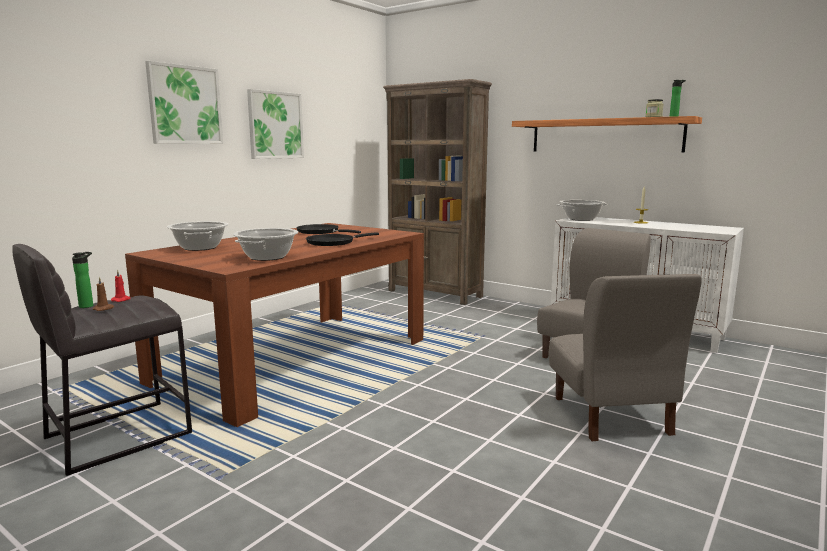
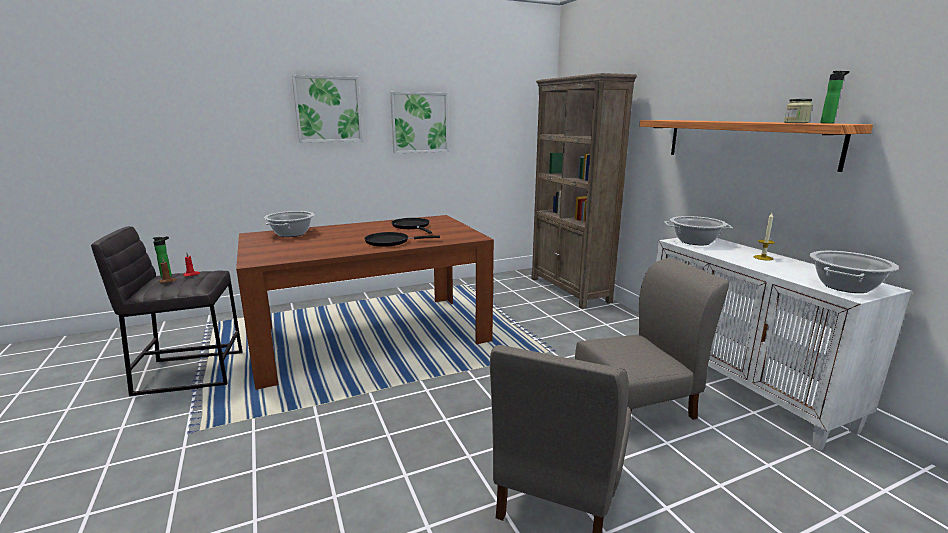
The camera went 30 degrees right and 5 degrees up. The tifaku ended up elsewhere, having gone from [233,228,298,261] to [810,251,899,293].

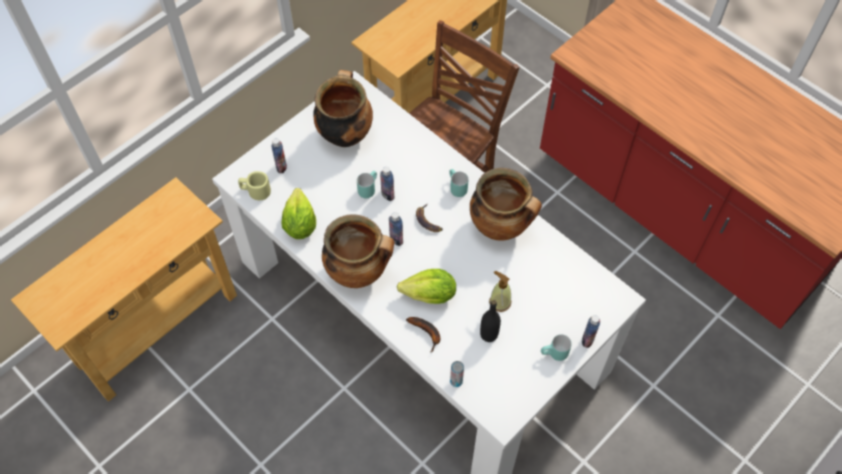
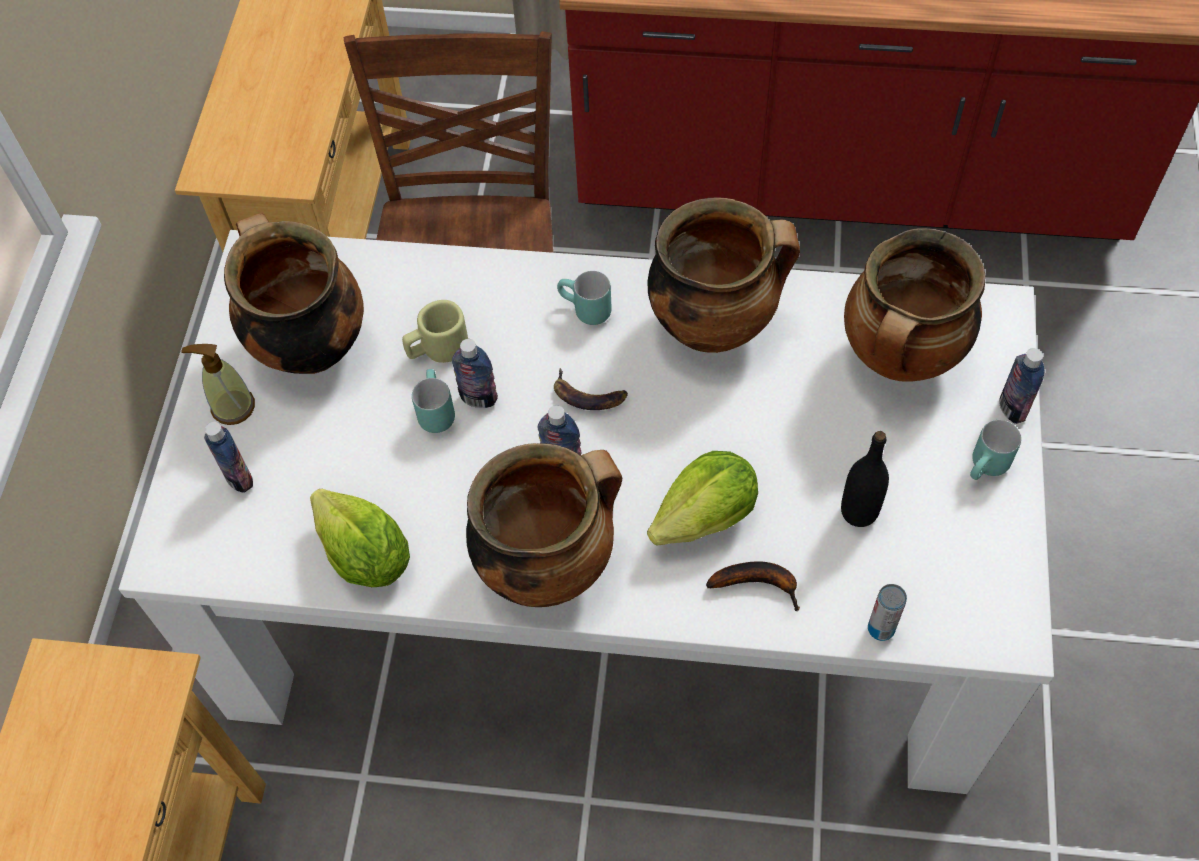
The camera went 35 degrees left and 0 degrees up. The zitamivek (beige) ended up elsewhere, having gone from [238,171,271,200] to [402,300,468,363]. The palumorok ended up elsewhere, having gone from [489,271,511,312] to [181,344,255,425]. The second view gained the tifaku at [844,228,985,382].

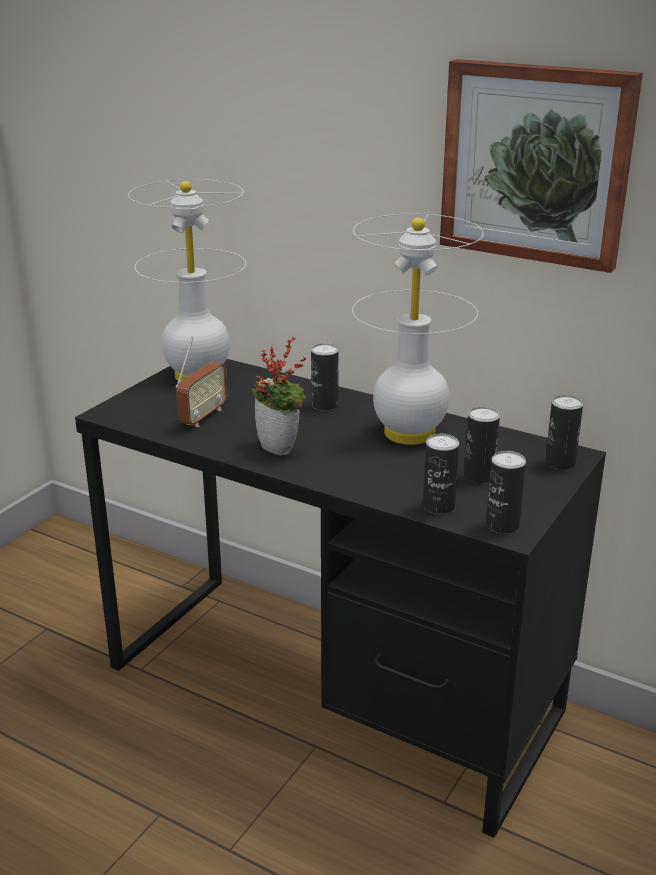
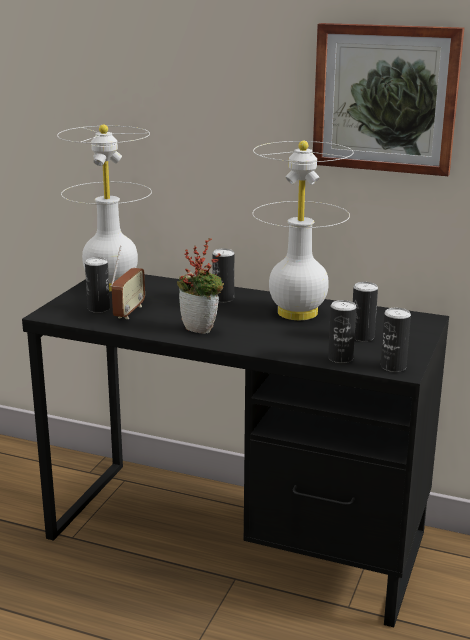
The camera went 10 degrees left and 5 degrees down. The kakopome ended up elsewhere, having gone from [545,395,583,470] to [85,257,110,313].

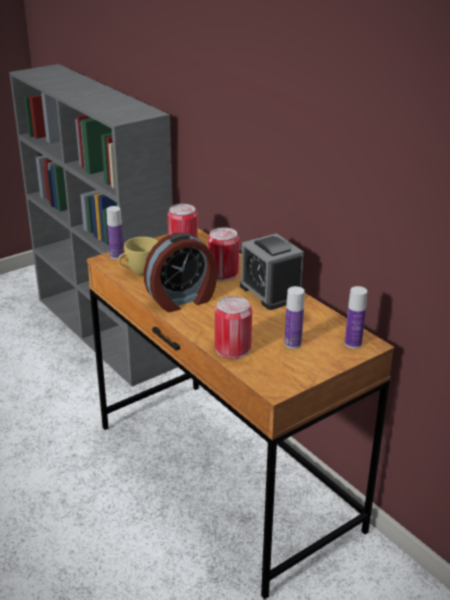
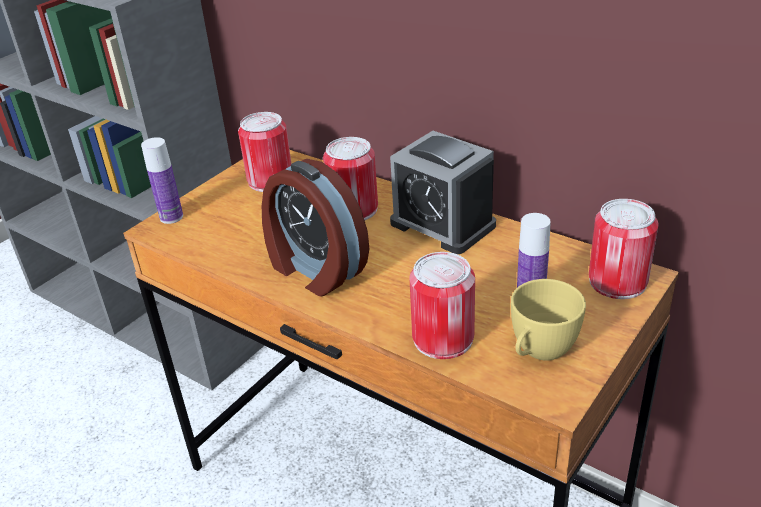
The camera went 15 degrees left and 5 degrees up. The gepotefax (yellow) ended up elsewhere, having gone from [118,237,158,275] to [511,279,586,361]. The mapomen at [144,233,217,312] ended up facing another way, 90 degrees clockwise from before. Where the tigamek stood at [345,286,367,349], the kakopome came to stand at [589,199,659,299].

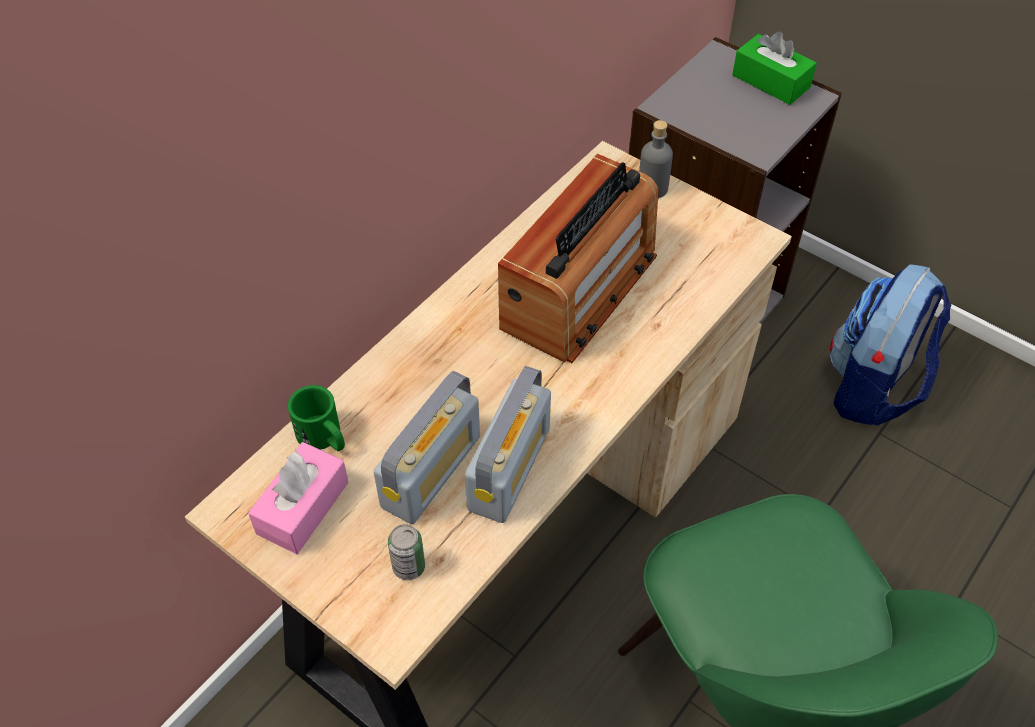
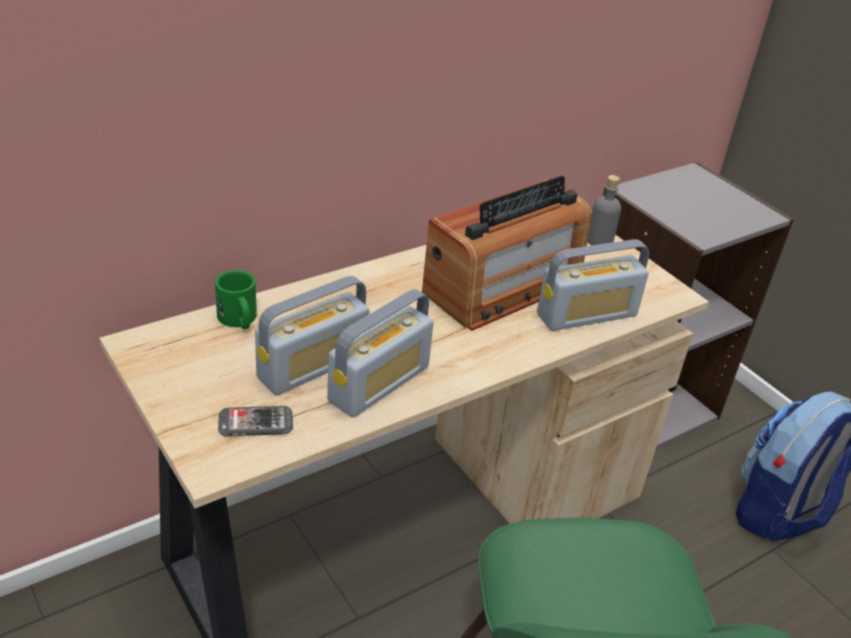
The camera went 15 degrees right and 15 degrees down. The second view lost the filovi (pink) at [248,442,349,554]. Where the kakopome stood at [388,524,425,580], the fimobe came to stand at [218,406,293,437]. The second view lost the filovi (green) at [732,31,817,105]. The second view gained the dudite at [537,240,650,331].

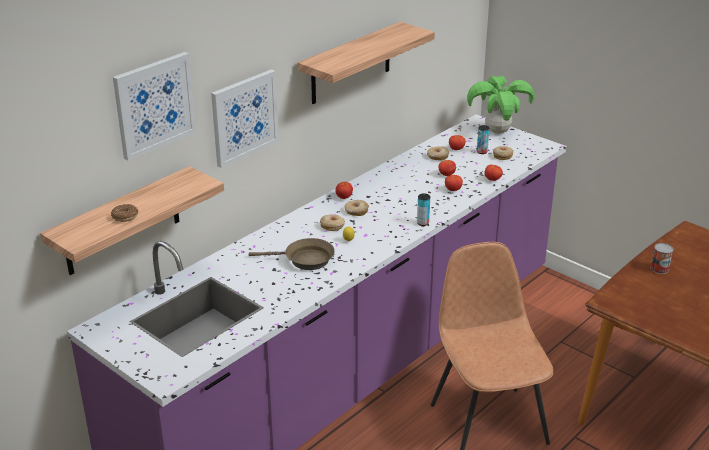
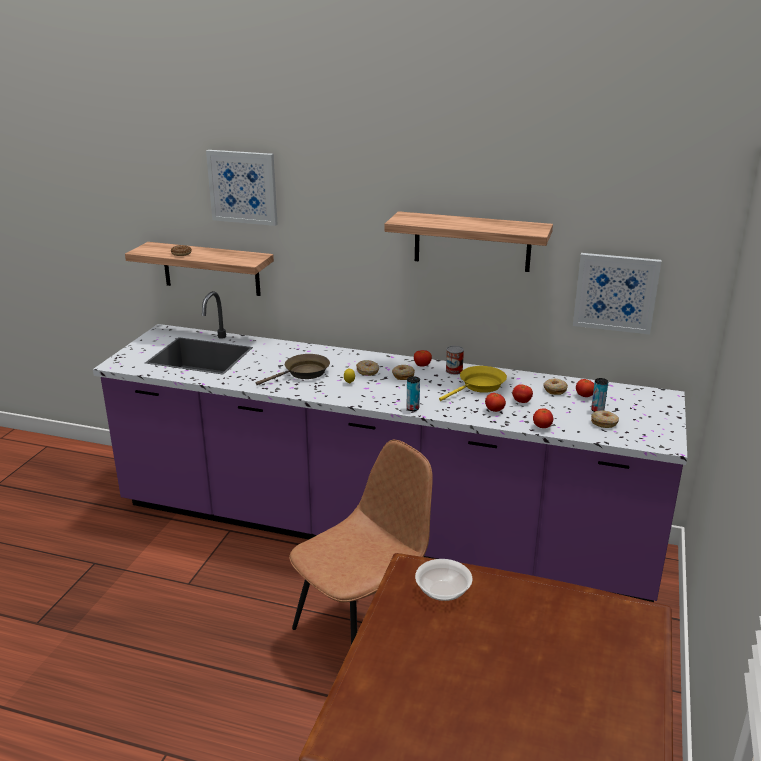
The camera went 65 degrees right and 5 degrees down. The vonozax ended up elsewhere, having gone from [211,69,279,168] to [573,253,661,335]. The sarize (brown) at [249,238,335,270] ended up facing another way, 105 degrees counterclockwise from before. The second view lost the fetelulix at [467,76,535,134]. The kakopome ended up elsewhere, having gone from [651,243,673,274] to [446,346,464,375]. The second view gained the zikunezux at [415,559,473,601]. The second view gained the sarize (yellow) at [439,366,507,401].

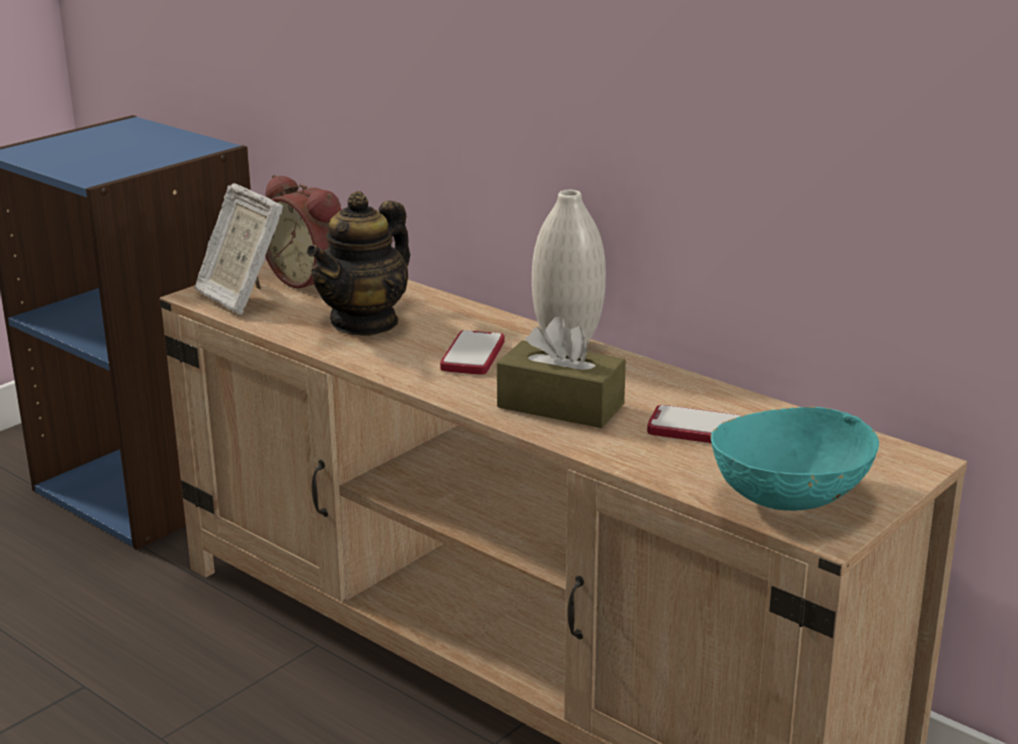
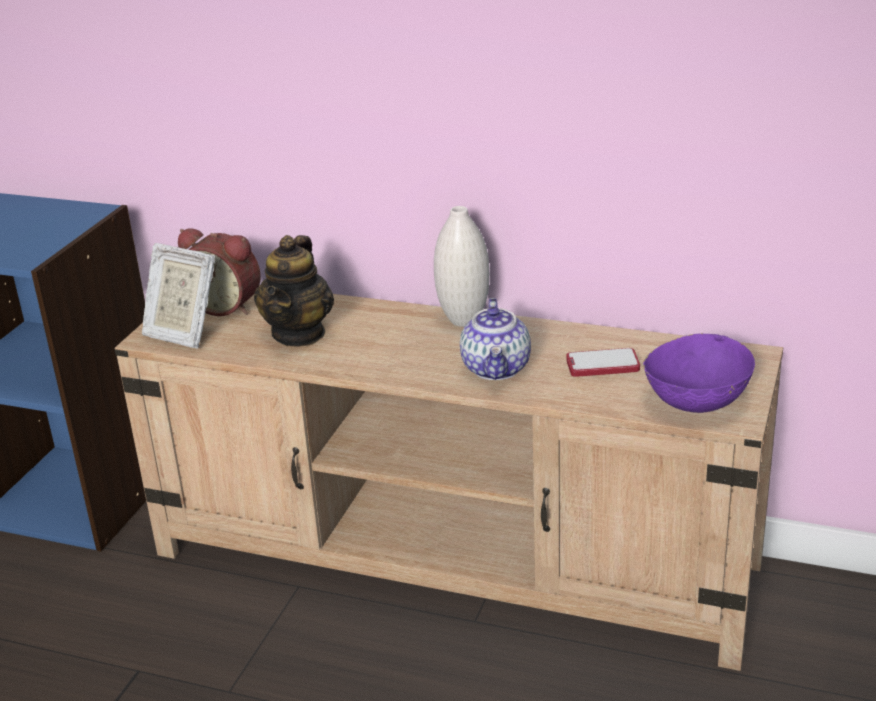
The camera went 20 degrees left and 5 degrees up. The second view lost the fimobe at [440,330,504,375]. Where the filovi (brown) stood at [497,317,626,428], the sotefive came to stand at [460,298,531,380]. What was the zikunezux (turquoise) at [710,407,879,511] turned into the zikunezux (purple) at [643,333,755,413].

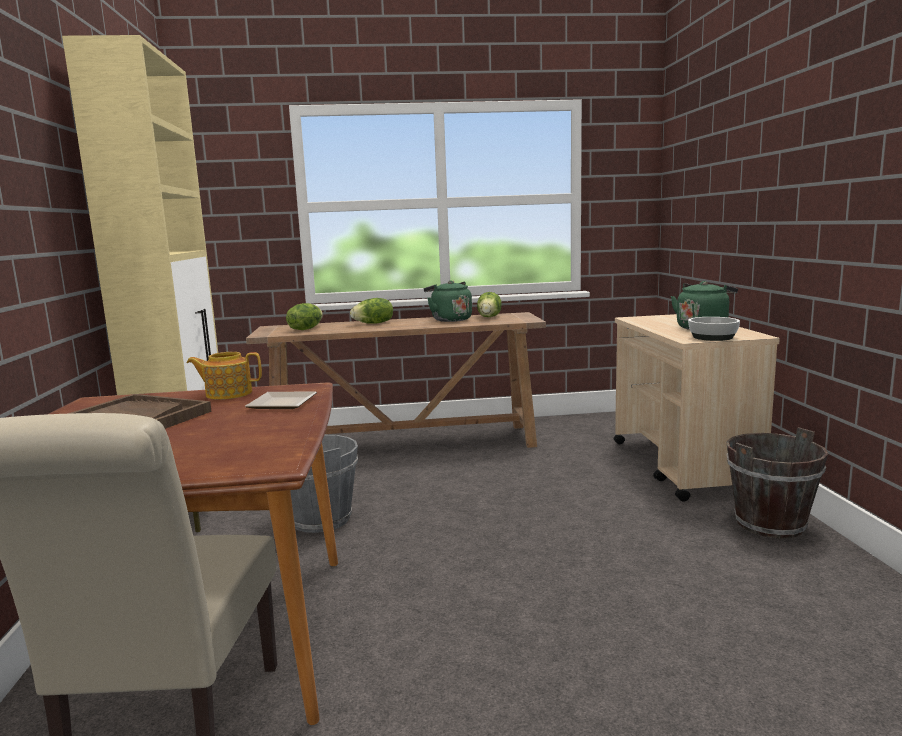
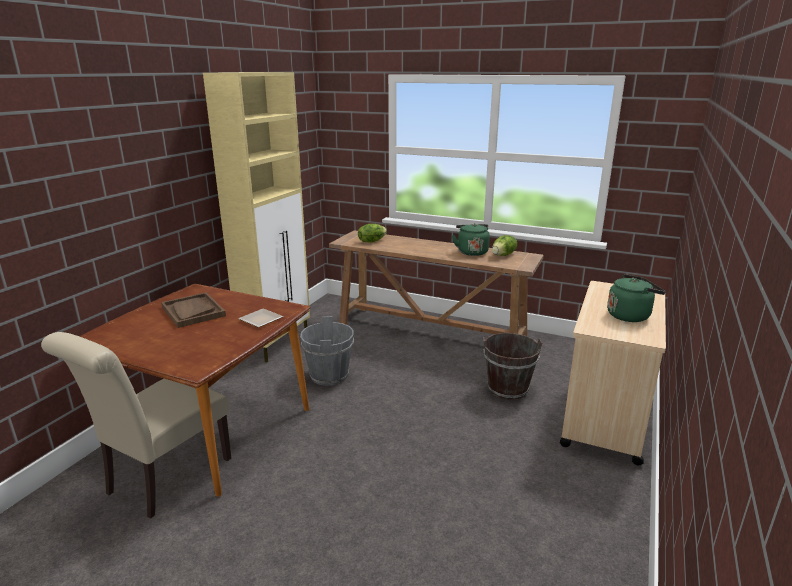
The camera went 30 degrees right and 10 degrees up. The second view lost the sotefive at [187,352,262,400]. The second view lost the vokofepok at [350,298,393,324]. The second view lost the zikunezux at [688,317,740,341]. The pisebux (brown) ended up elsewhere, having gone from [726,427,828,539] to [483,333,542,400].

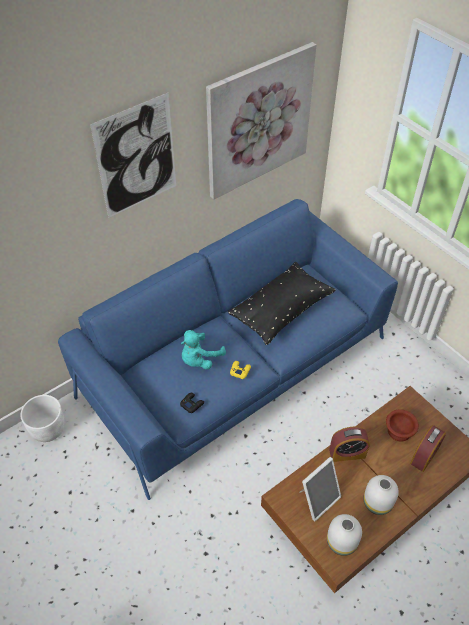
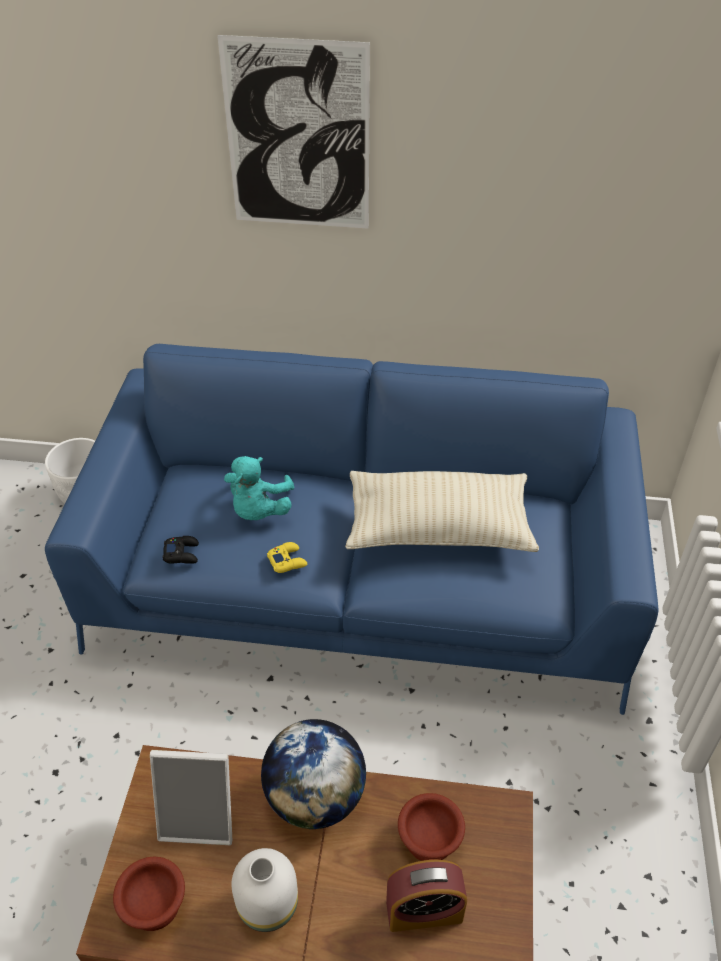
The camera went 45 degrees right and 5 degrees down. The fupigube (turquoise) at [181,330,226,369] ended up facing another way, 75 degrees counterclockwise from before. The second view lost the vonozax at [206,42,317,199]. What was the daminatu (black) at [227,262,335,345] turned into the daminatu (beige) at [345,471,539,552]. Where the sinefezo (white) stood at [327,514,362,556], the zikunezux (brown) came to stand at [113,857,185,931]. Where the mapomen stood at [329,427,370,462], the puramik came to stand at [261,719,366,829].

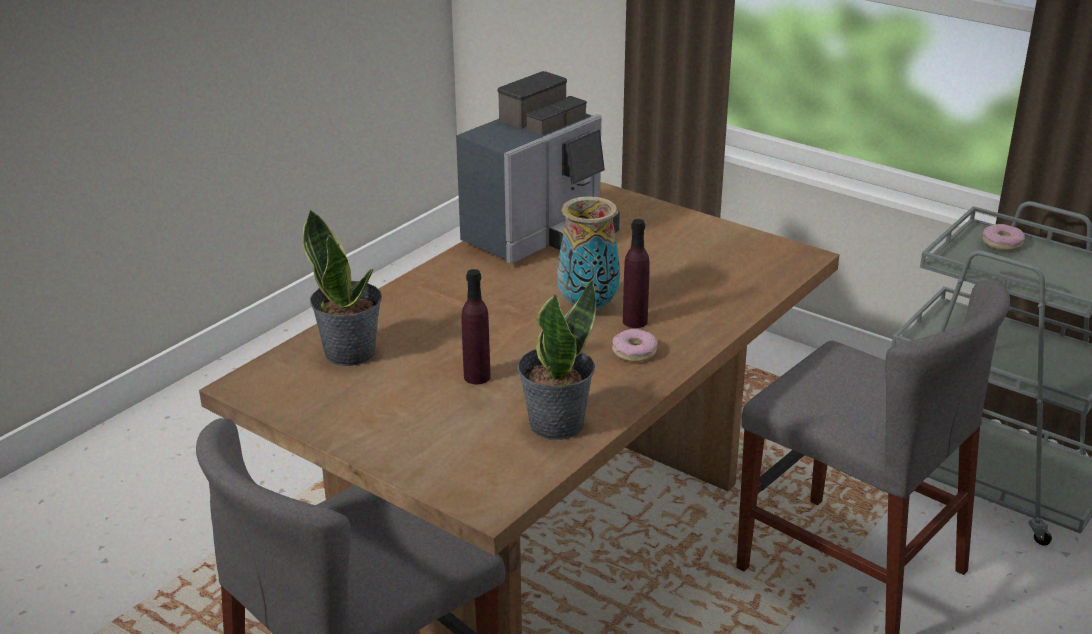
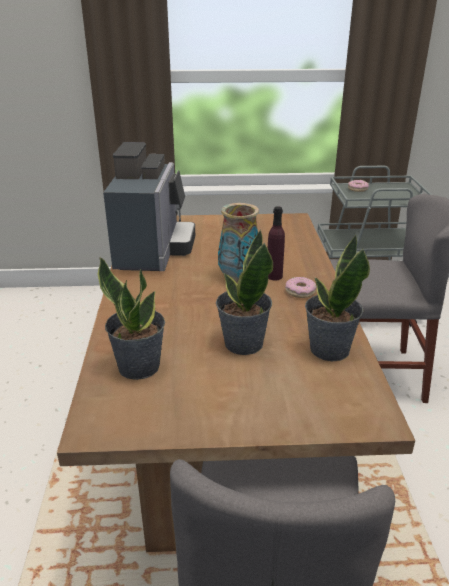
The camera went 40 degrees left and 0 degrees up. Where the tigamek (purple) stood at [462,269,491,384], the fetelulix came to stand at [216,229,273,355].

